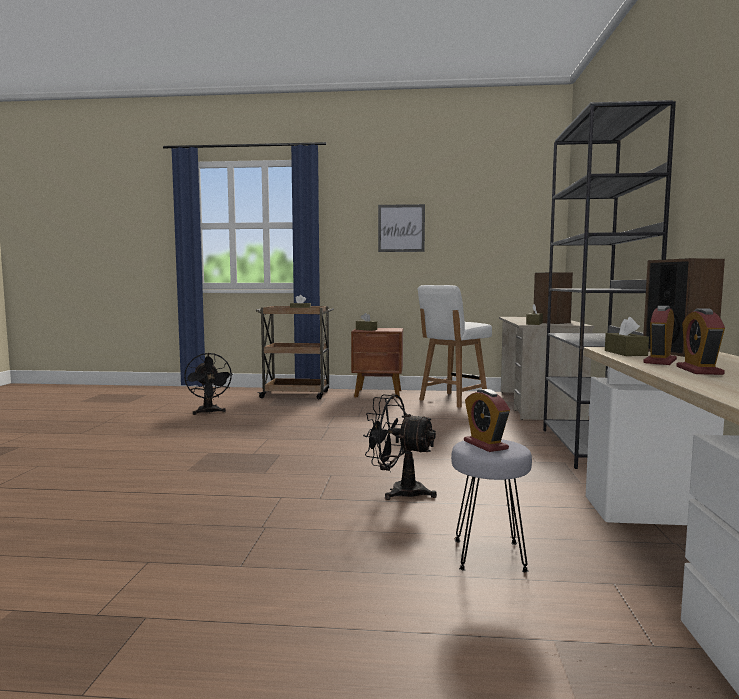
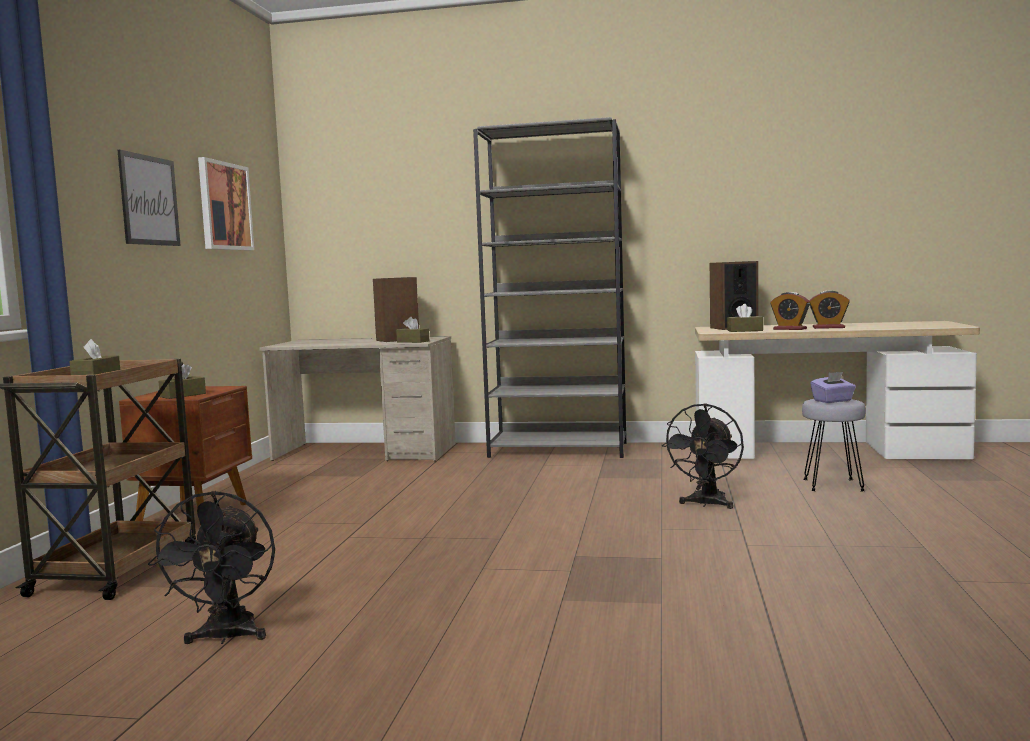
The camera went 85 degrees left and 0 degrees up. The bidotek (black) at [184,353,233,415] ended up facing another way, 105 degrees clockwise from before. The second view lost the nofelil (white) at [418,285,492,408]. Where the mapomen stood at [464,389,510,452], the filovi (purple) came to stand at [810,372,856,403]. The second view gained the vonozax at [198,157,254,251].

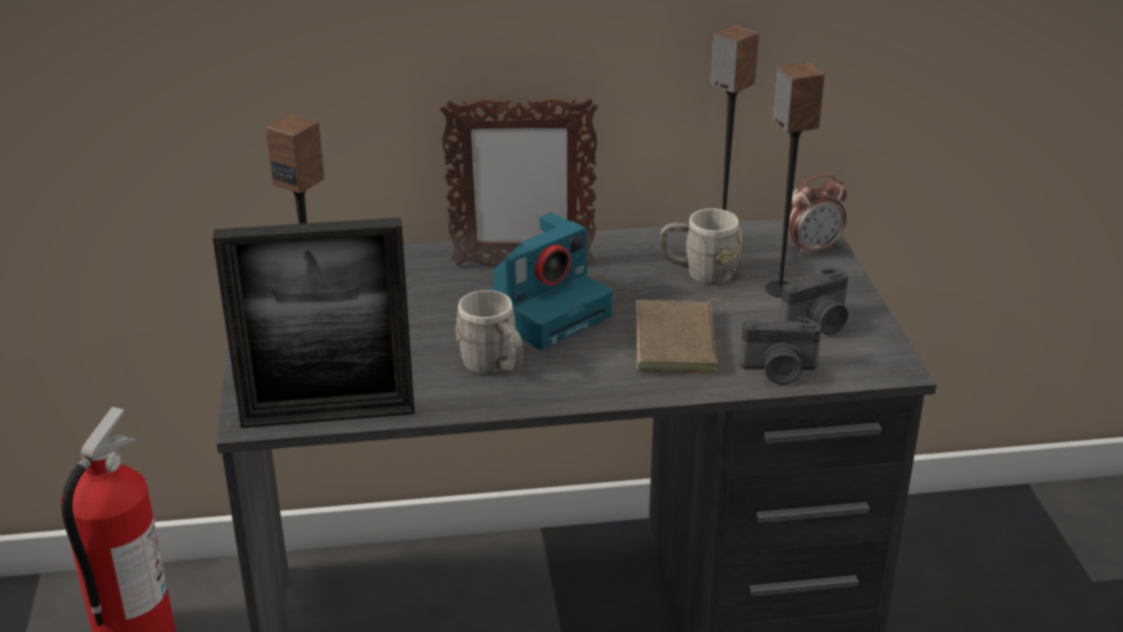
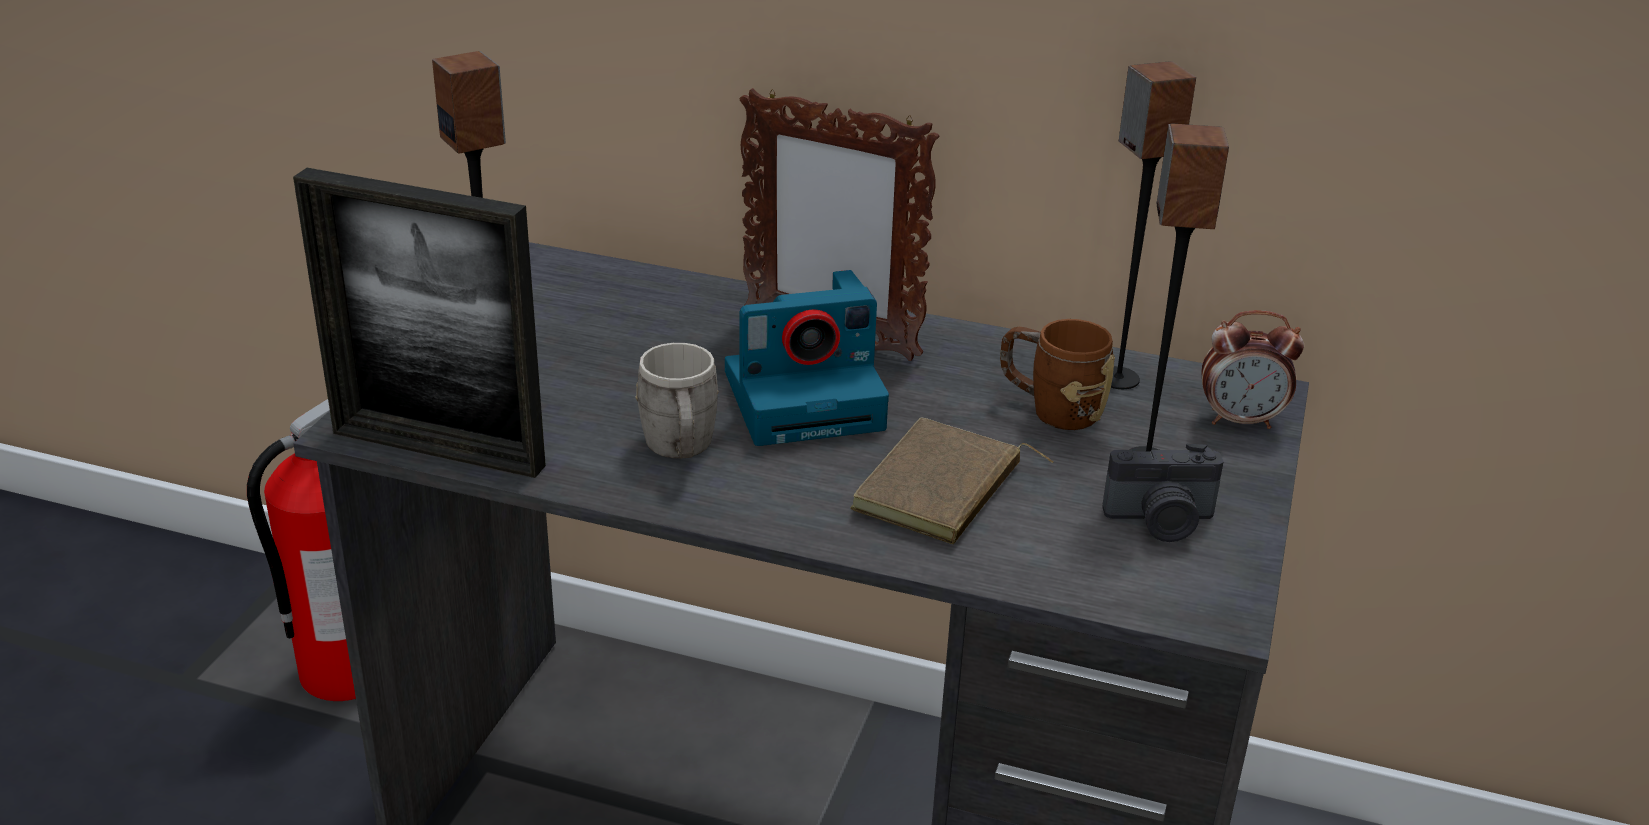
The camera went 25 degrees right and 0 degrees up. What was the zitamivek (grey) at [660,208,742,285] turned into the zitamivek (brown) at [1000,319,1115,430]. The second view lost the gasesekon at [740,317,821,385].

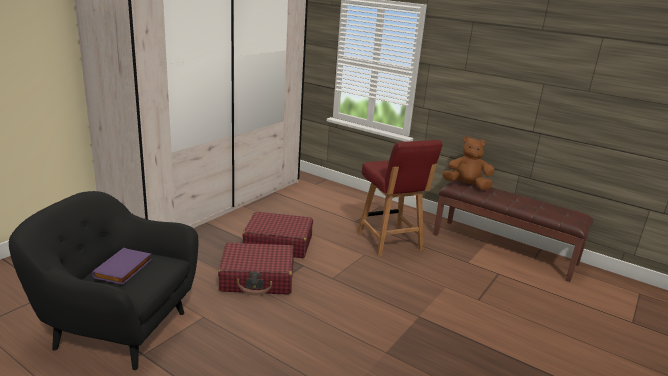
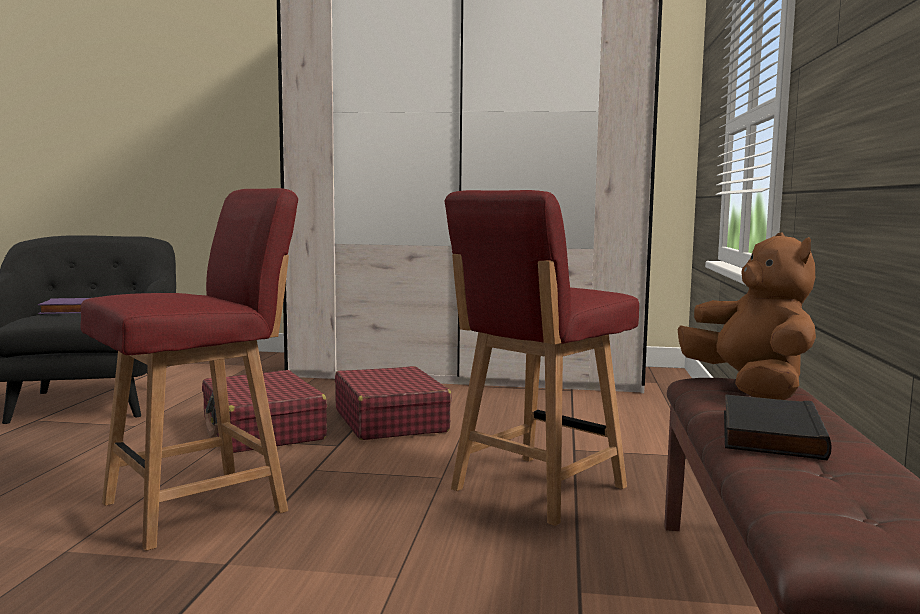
The camera went 65 degrees right and 15 degrees down. The second view gained the nofelil (red) at [80,188,298,551]. The second view gained the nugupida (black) at [724,394,832,460].

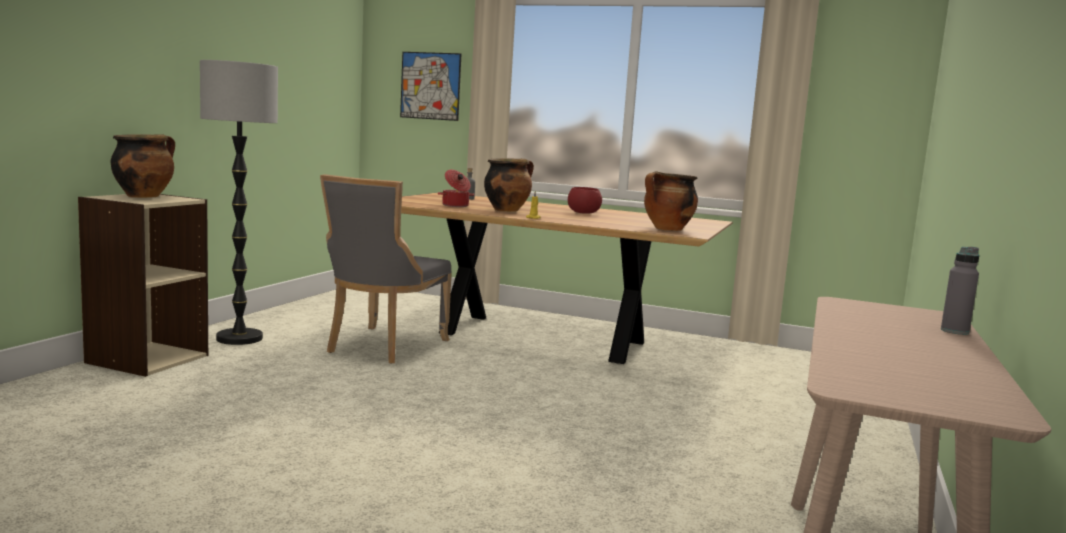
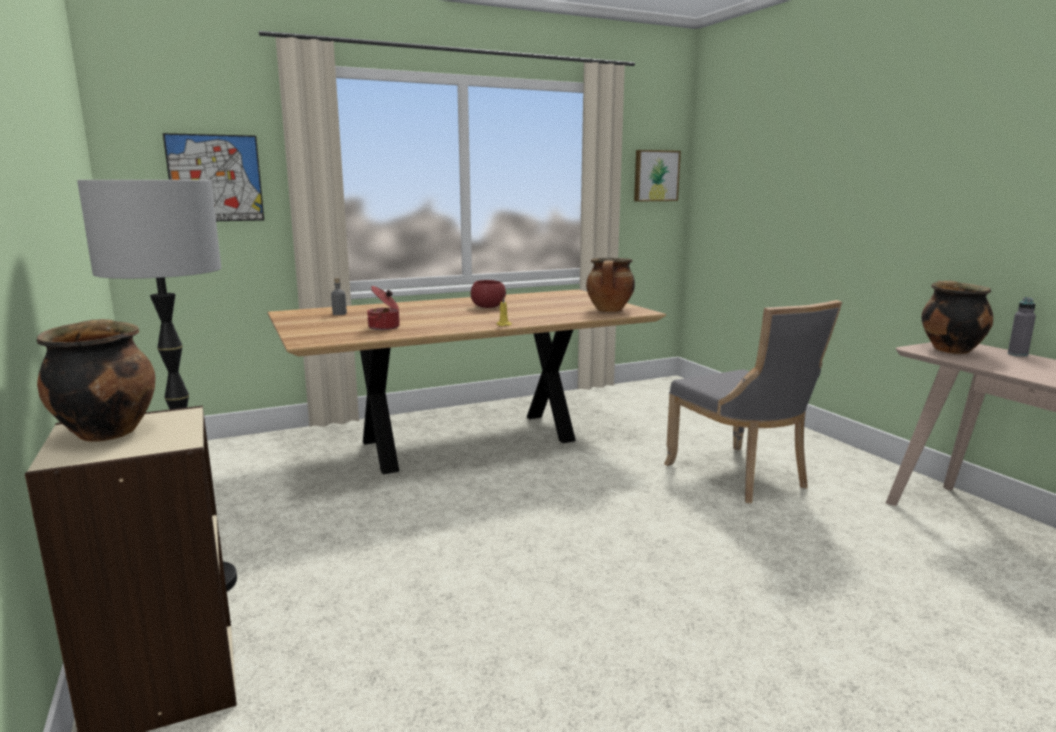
The camera went 45 degrees left and 5 degrees up. The nofelil (grey) ended up elsewhere, having gone from [320,174,452,363] to [664,300,842,503]. The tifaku ended up elsewhere, having gone from [484,158,534,212] to [921,281,993,354]. The second view gained the vonozax at [634,150,681,202].

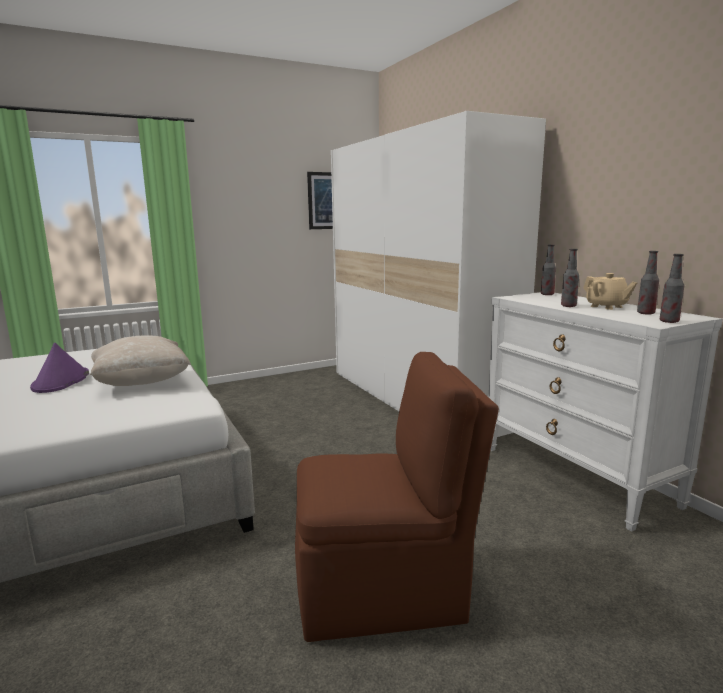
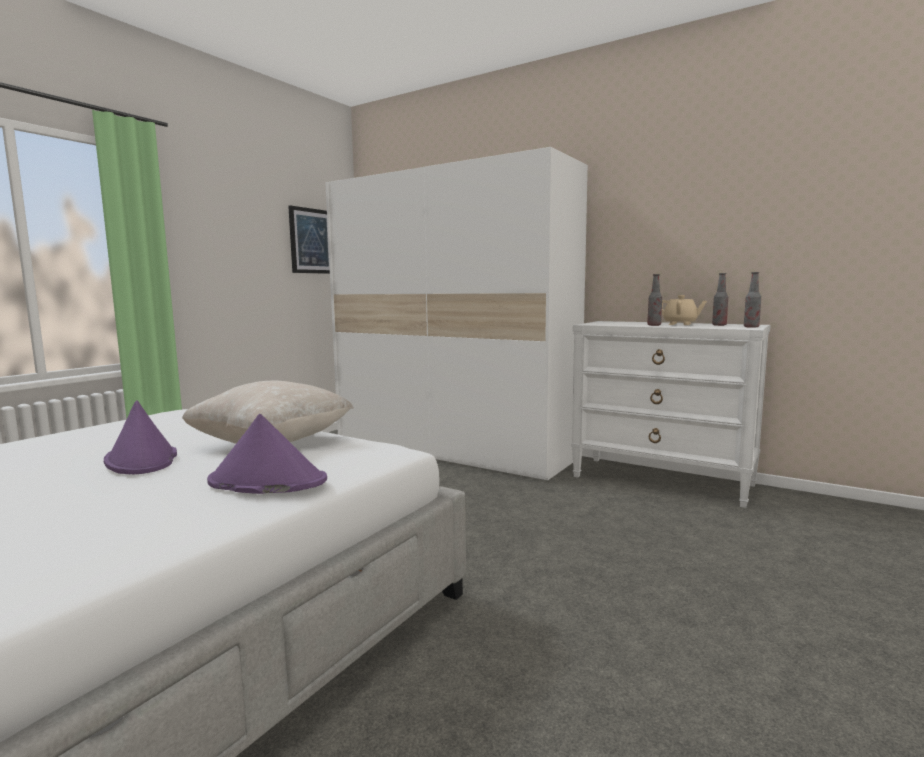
The camera went 30 degrees left and 5 degrees down. The second view lost the nofelil (brown) at [295,352,499,642]. The second view lost the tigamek at [541,244,556,295]. The second view gained the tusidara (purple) at [207,414,327,494].

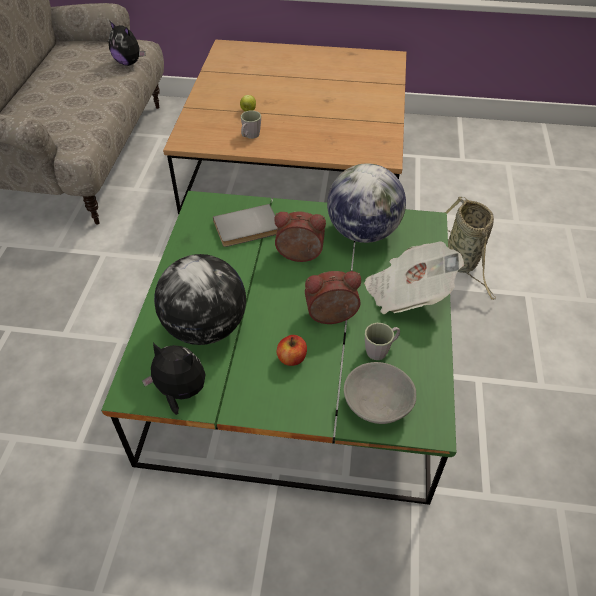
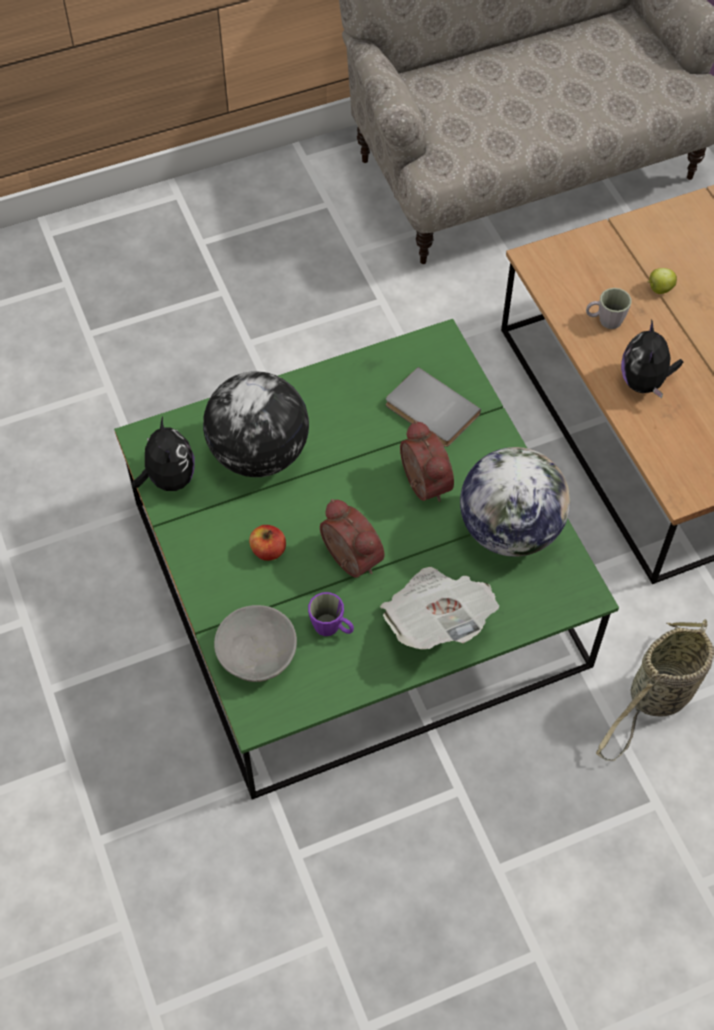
The camera went 60 degrees right and 10 degrees up. The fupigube ended up elsewhere, having gone from [108,21,146,66] to [621,319,683,399]. What was the zitamivek (grey) at [365,323,400,360] turned into the zitamivek (purple) at [308,592,354,636].

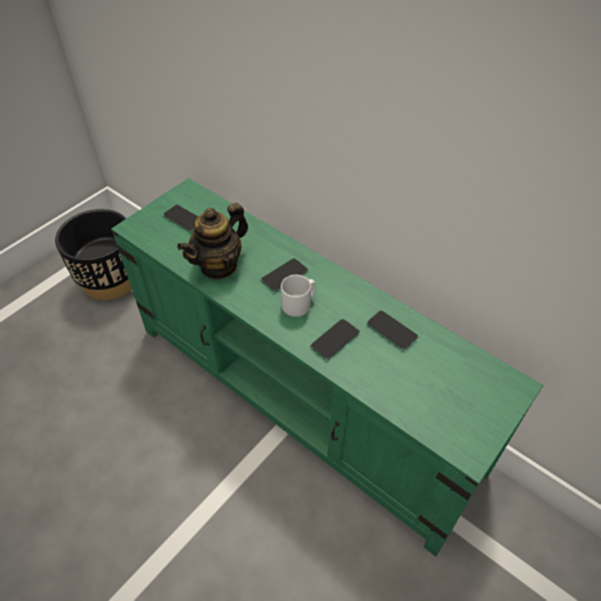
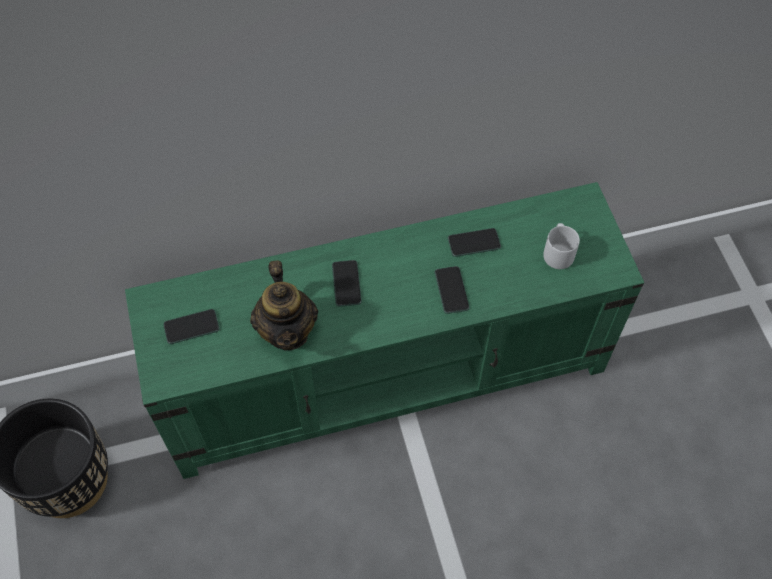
The camera went 55 degrees left and 10 degrees up. The zitamivek (grey) ended up elsewhere, having gone from [281,275,316,317] to [543,223,580,269].

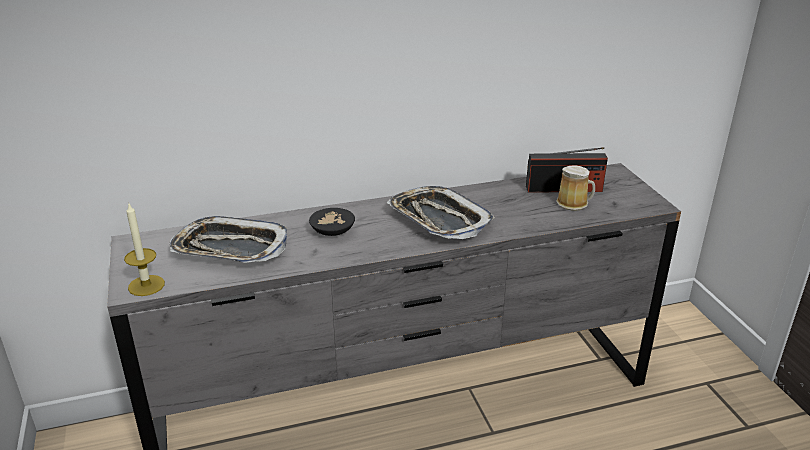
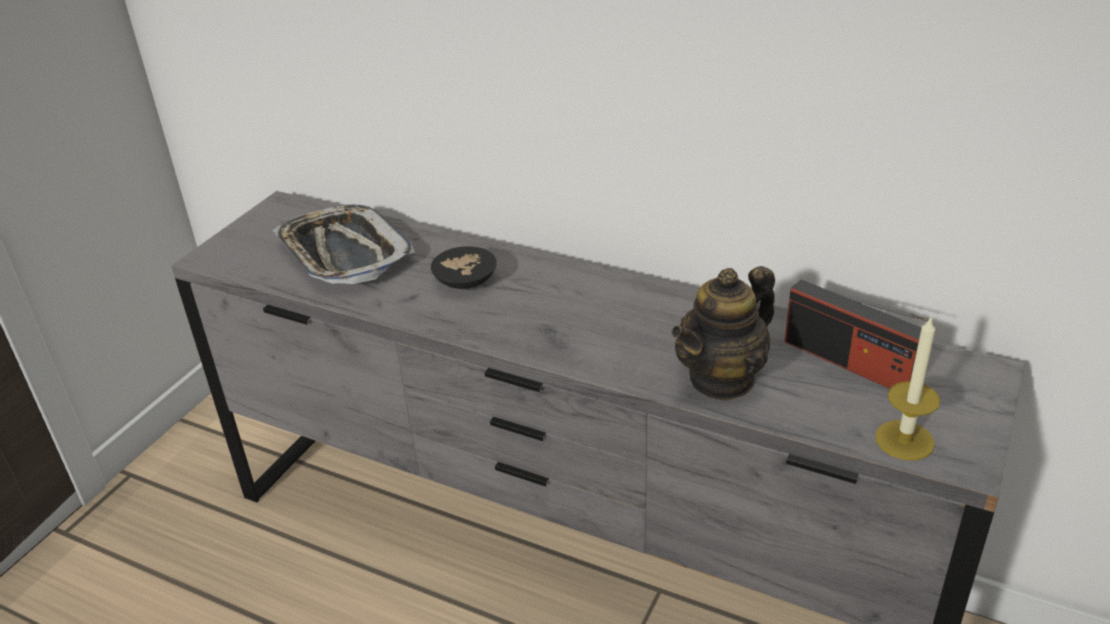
The camera went 45 degrees right and 5 degrees up. The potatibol ended up elsewhere, having gone from [124,204,165,296] to [875,315,940,460]. The second view lost the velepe at [387,186,495,239]. The second view lost the zitamivek at [556,165,595,211]. The second view gained the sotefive at [671,266,775,401].

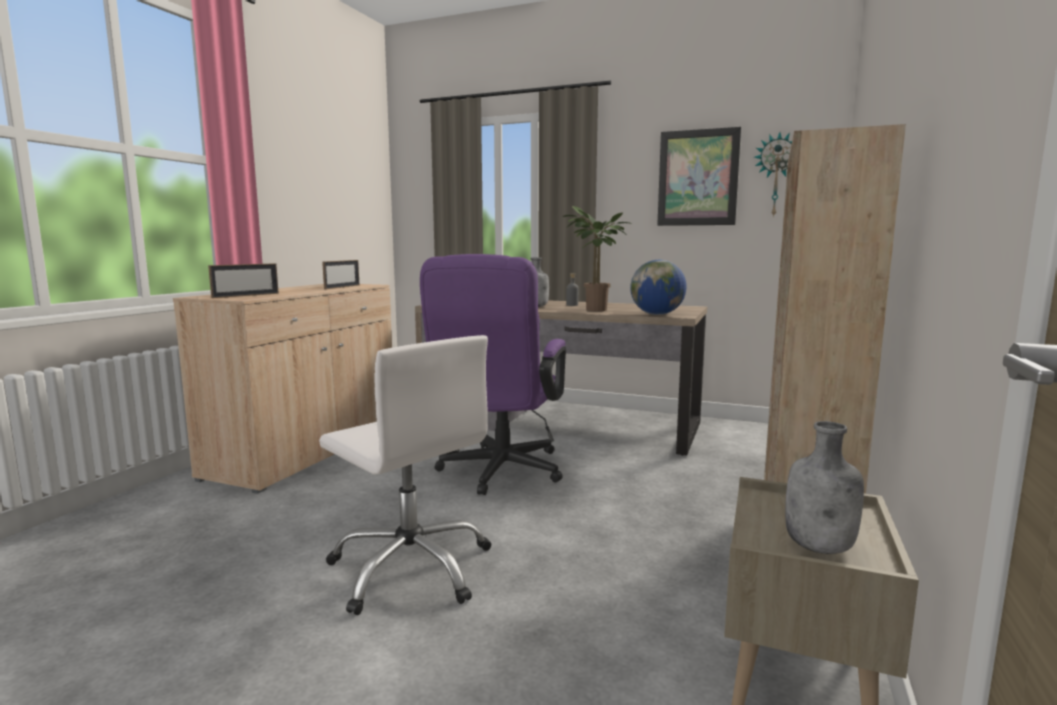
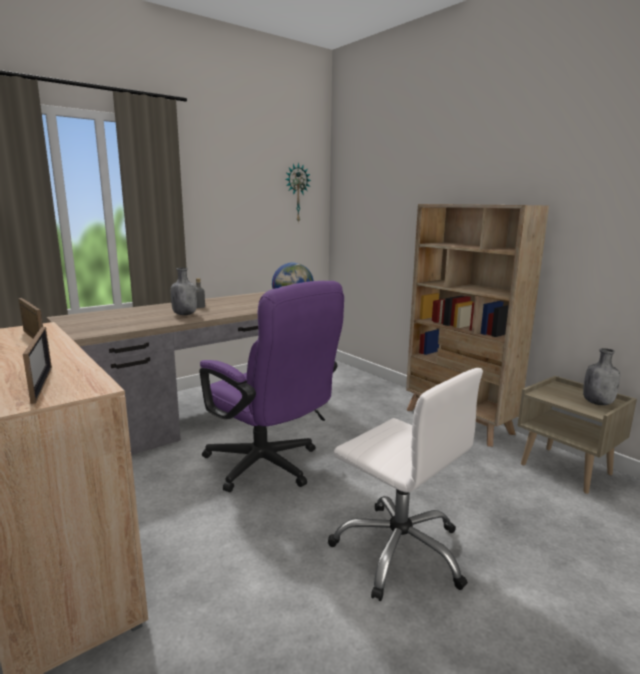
The camera went 60 degrees left and 5 degrees up. The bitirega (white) at [319,335,491,615] ended up facing another way, 60 degrees clockwise from before. The second view lost the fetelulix at [562,206,633,311]. The second view lost the vonozax at [657,127,741,226].

